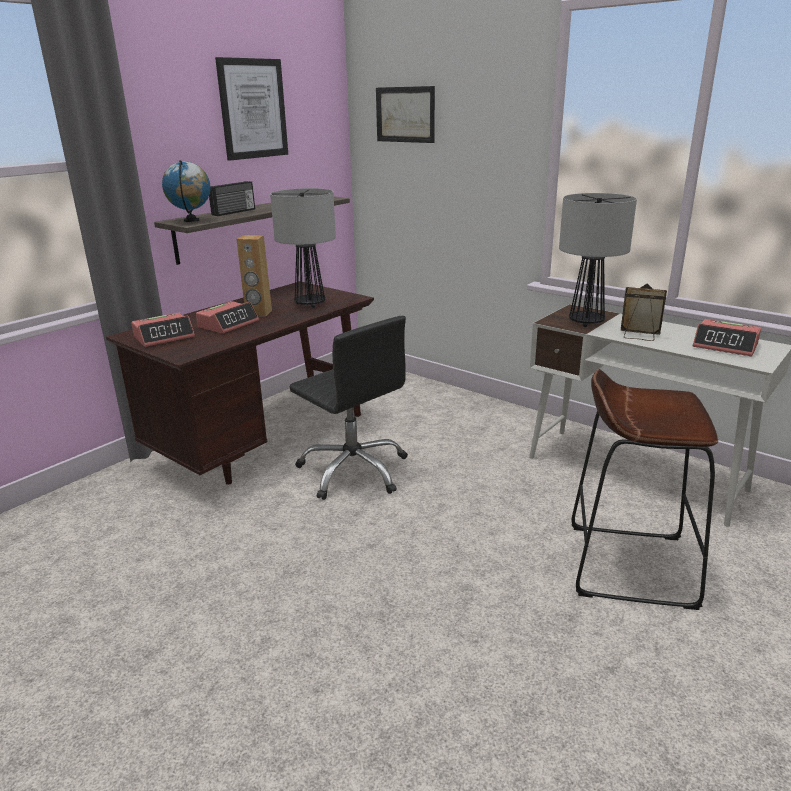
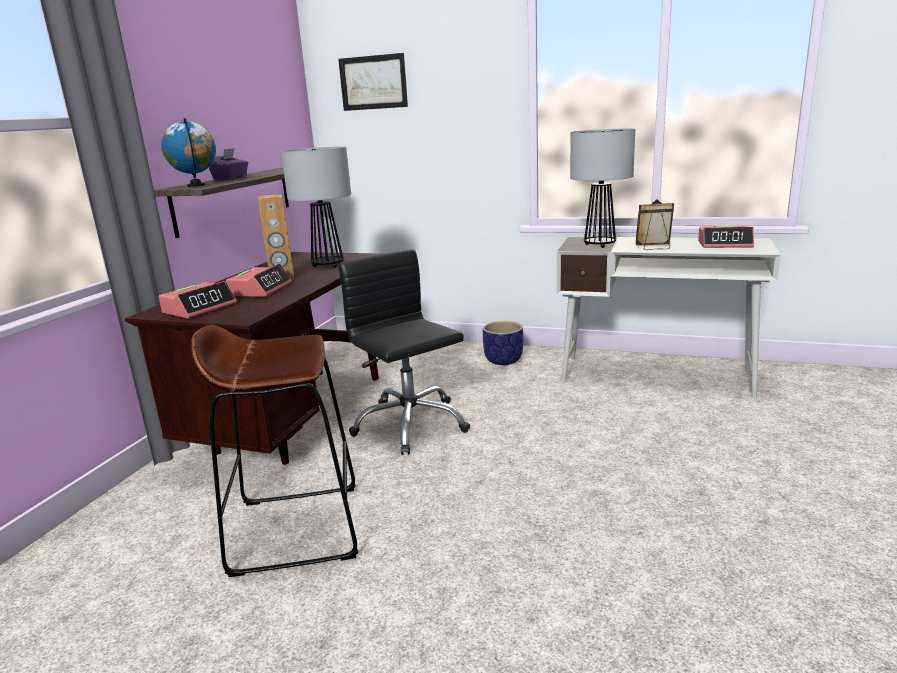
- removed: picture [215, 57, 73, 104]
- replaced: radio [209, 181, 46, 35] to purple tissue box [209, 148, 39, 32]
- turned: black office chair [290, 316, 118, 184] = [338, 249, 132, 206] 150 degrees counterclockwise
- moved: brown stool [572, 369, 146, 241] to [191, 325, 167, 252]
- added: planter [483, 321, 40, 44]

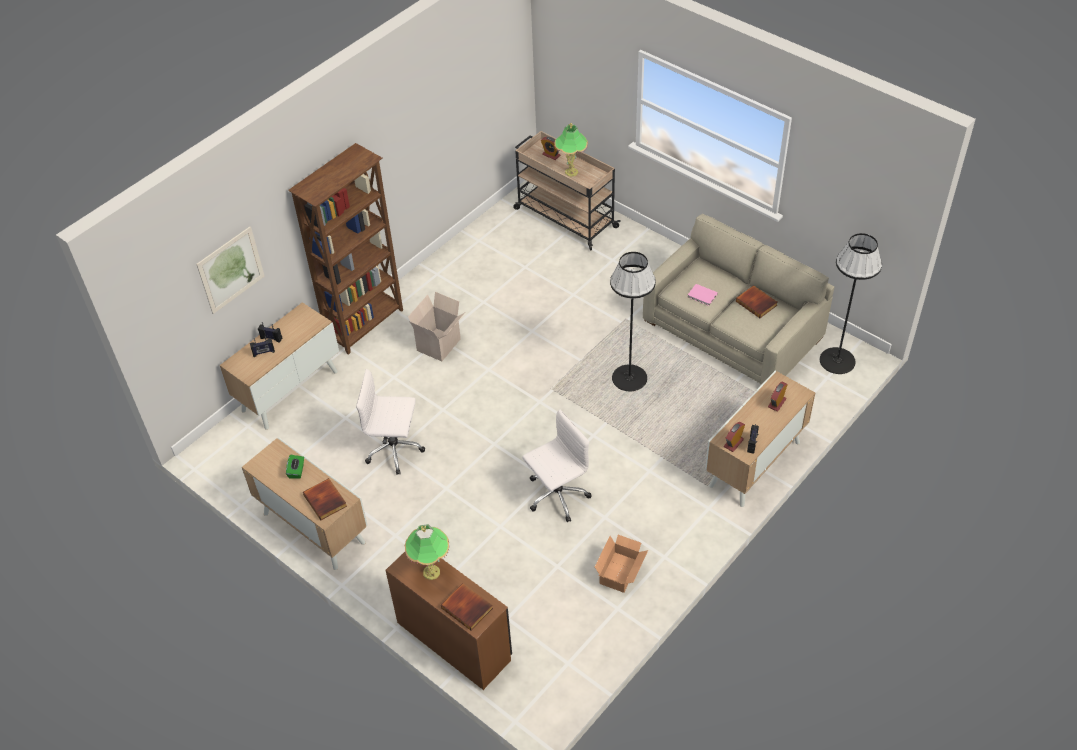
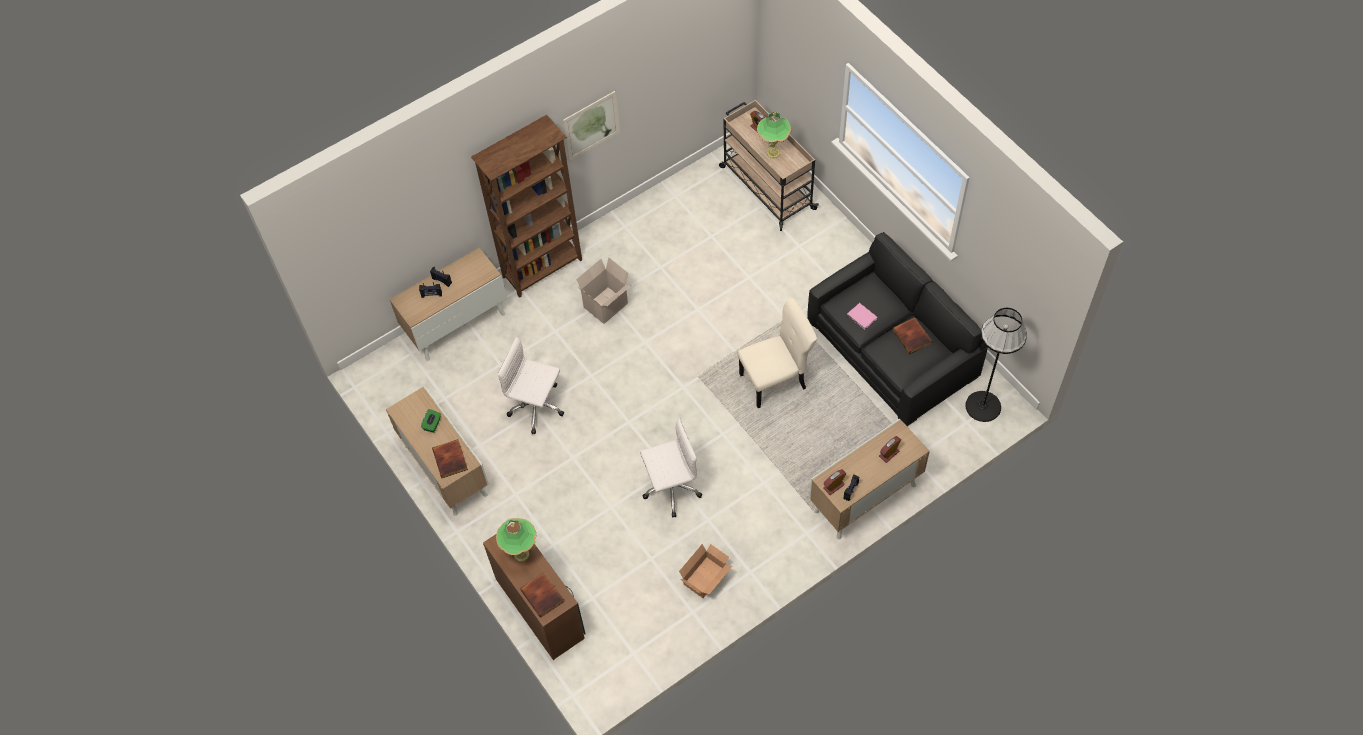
- recoloured: beige sofa [642, 214, 192, 171] to black sofa [807, 232, 181, 194]
- moved: picture [196, 226, 69, 88] to [563, 91, 57, 70]
- replaced: black floor lamp [610, 252, 46, 139] to beige chair [738, 298, 79, 110]

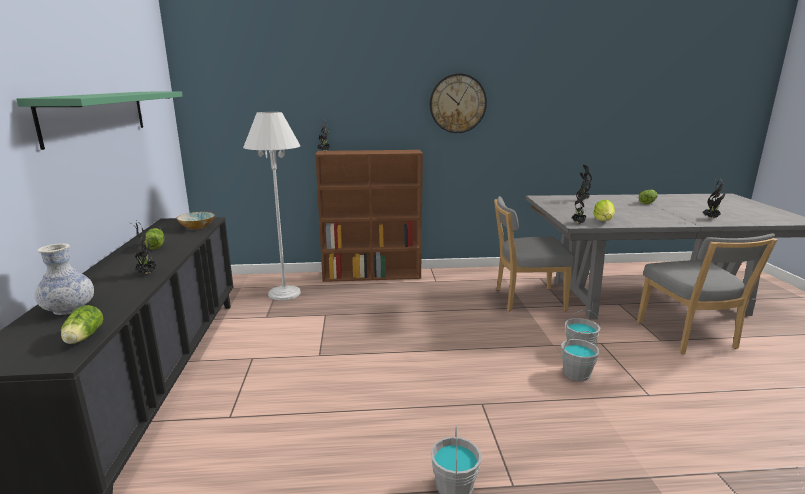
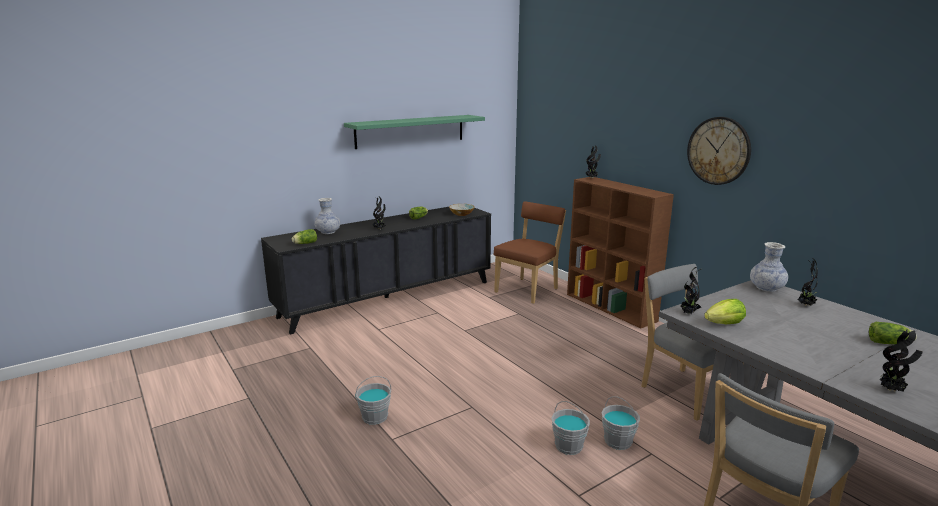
- replaced: white floor lamp [243, 112, 58, 188] to brown chair [493, 201, 73, 103]
- added: vase [750, 242, 38, 50]

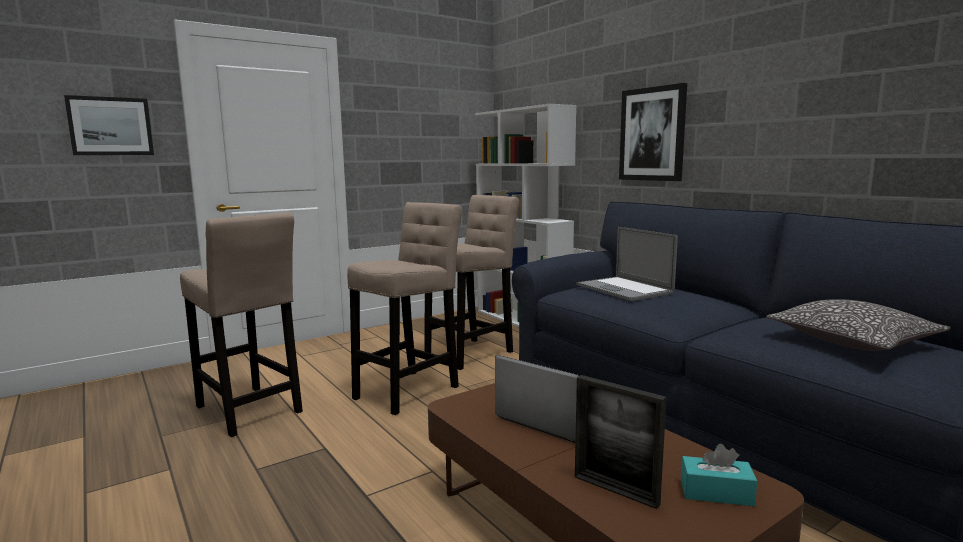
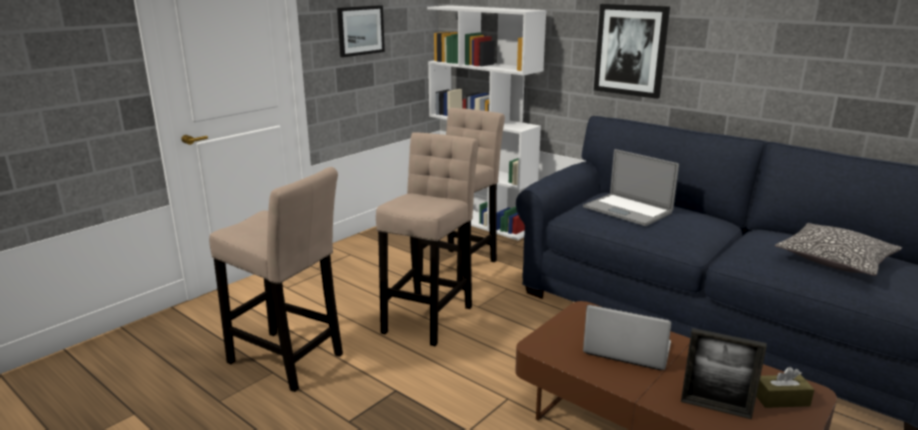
- moved: picture [64, 95, 90, 60] to [337, 5, 48, 52]
- recoloured: turquoise tissue box [681, 444, 76, 62] to brown tissue box [756, 367, 59, 41]

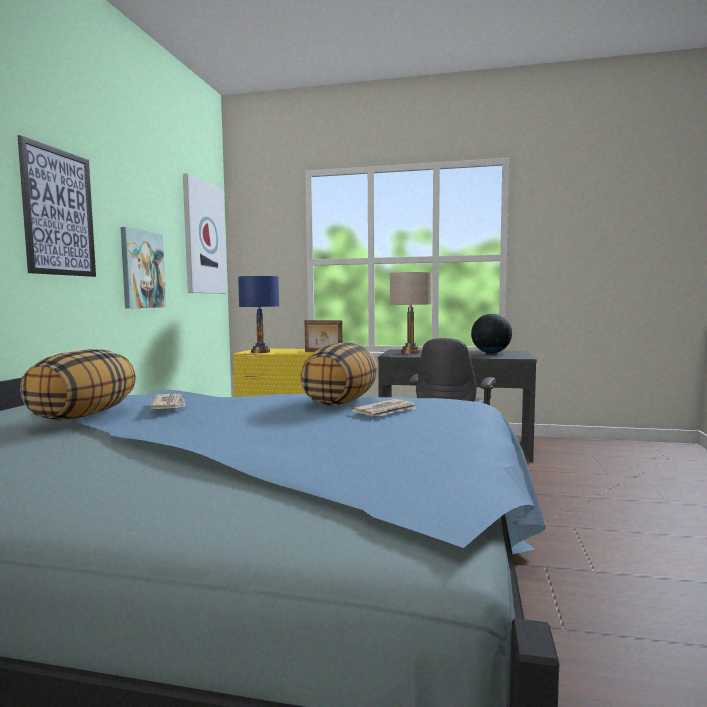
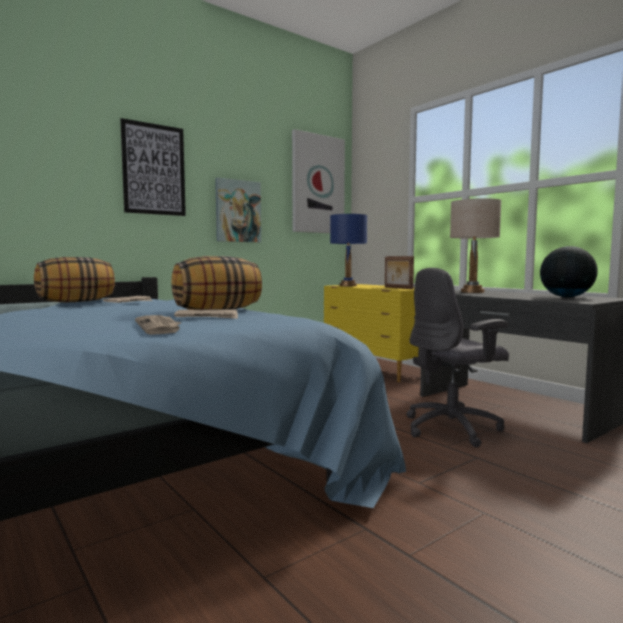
- added: newspaper [135, 315, 47, 20]

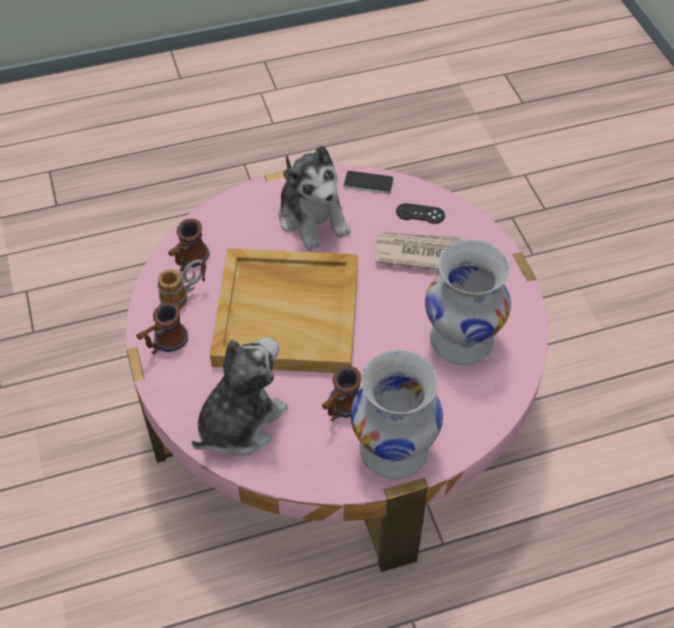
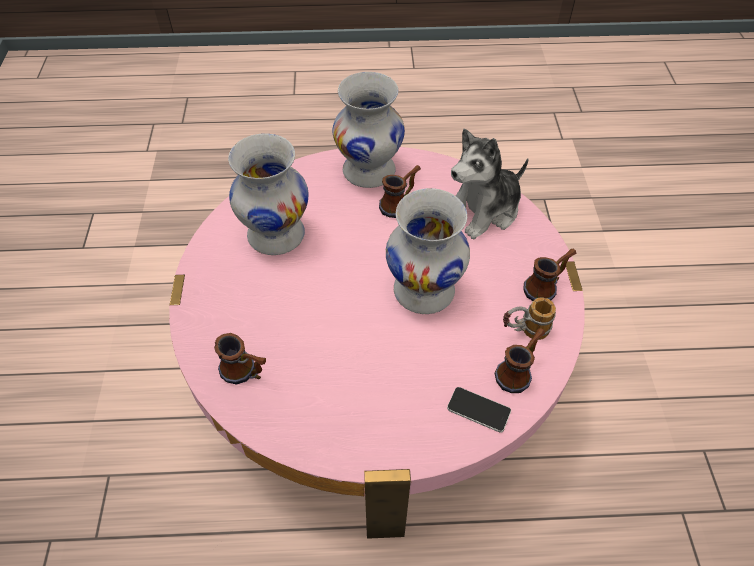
- removed: plush toy [278, 145, 73, 105]
- moved: phone [343, 171, 51, 23] to [447, 387, 64, 46]
- replaced: black game controller [396, 203, 49, 21] to mug [214, 333, 52, 52]
- removed: newspaper [375, 232, 89, 38]
- replaced: beige tray [210, 248, 148, 125] to white vase [386, 188, 84, 126]

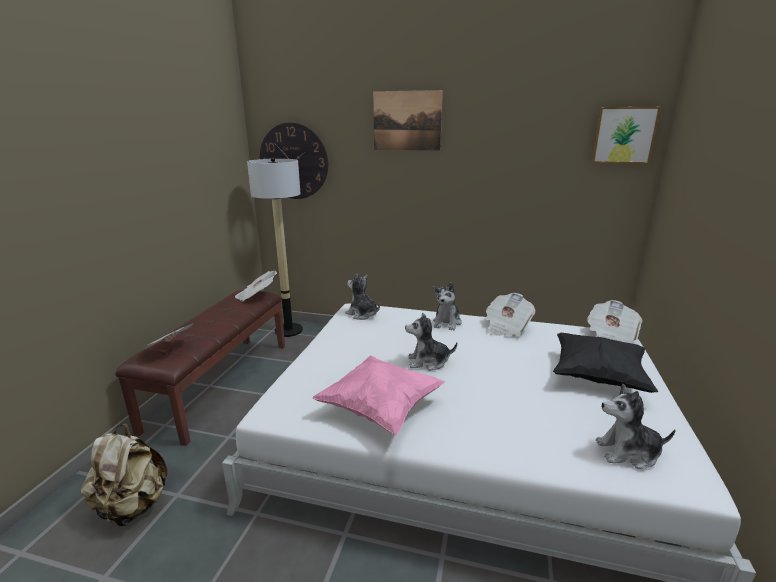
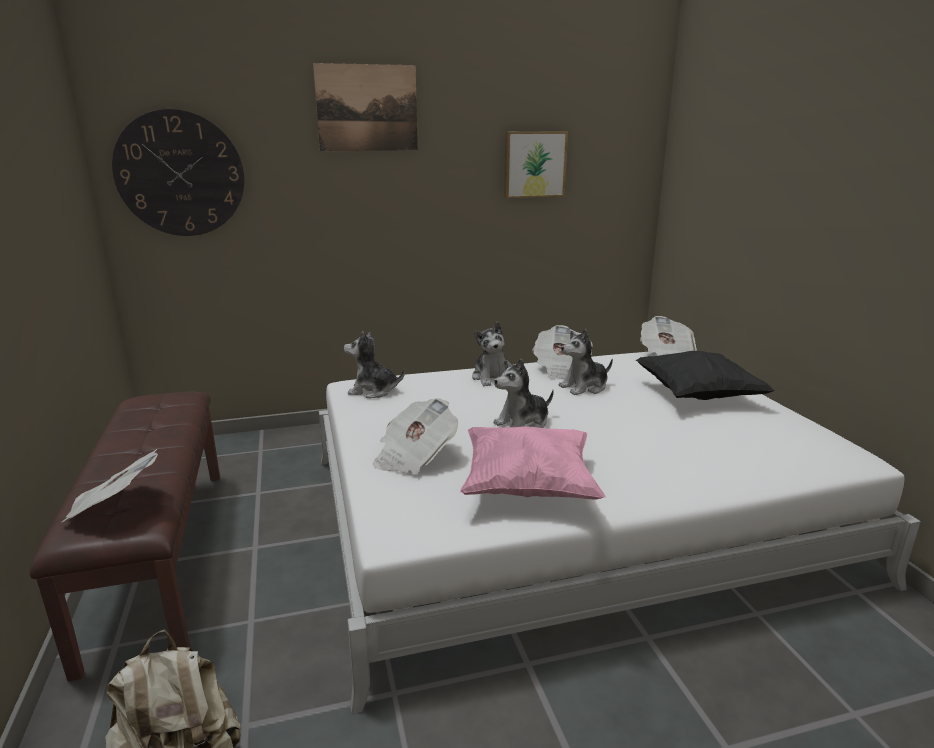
- moved: picture [591, 107, 70, 57] to [504, 131, 64, 67]
- removed: floor lamp [247, 157, 56, 180]
- moved: newspaper [235, 271, 42, 31] to [373, 398, 85, 76]
- moved: plush toy [596, 384, 80, 85] to [559, 329, 54, 66]

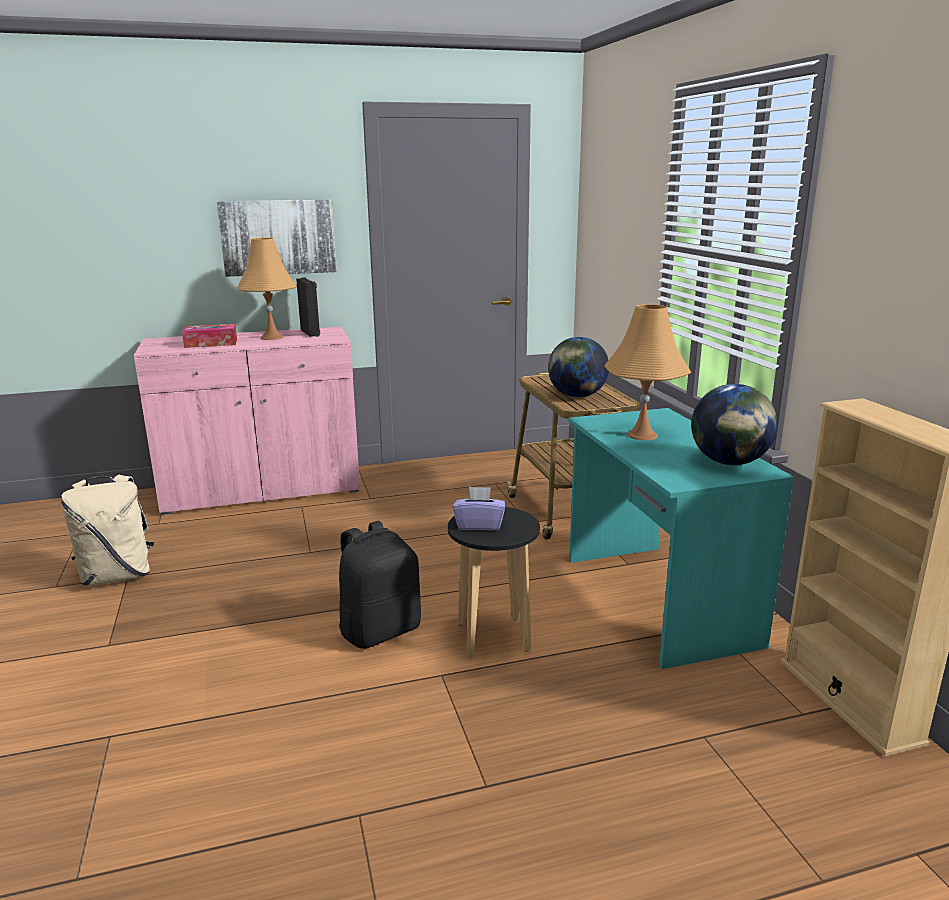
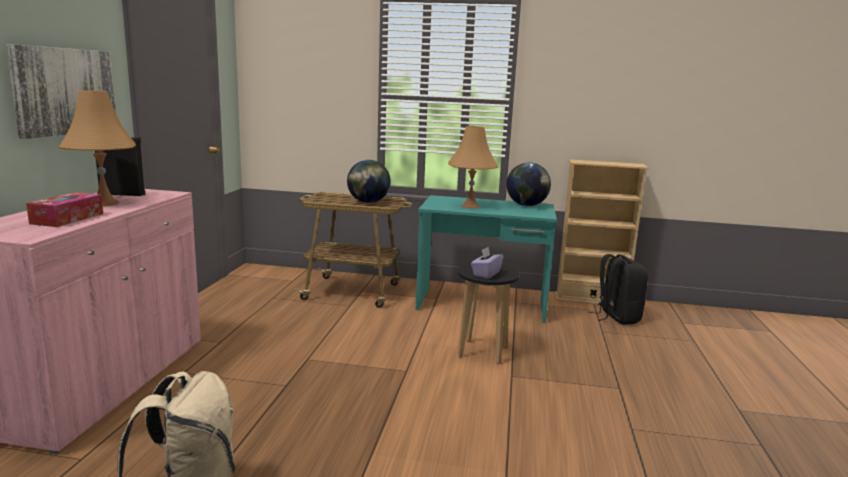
- moved: black backpack [339, 521, 82, 128] to [589, 254, 59, 71]

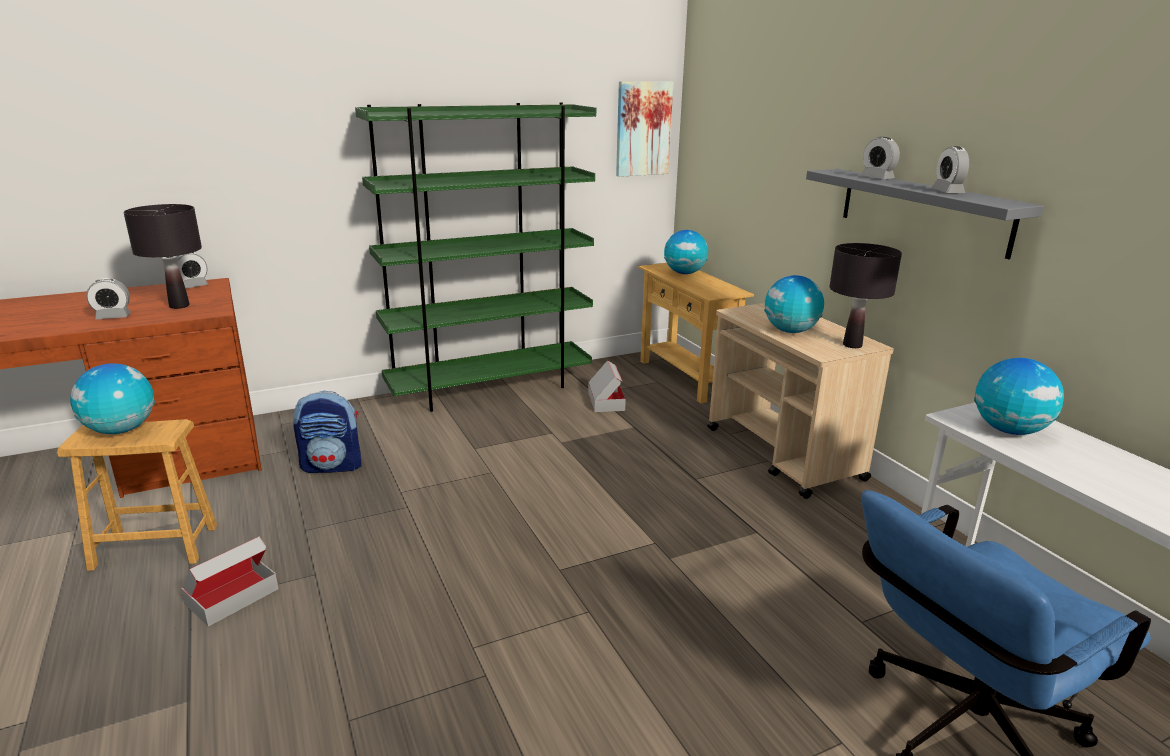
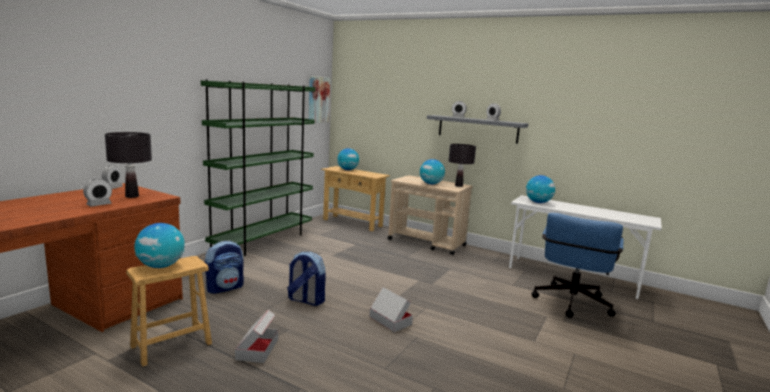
- moved: cardboard box [588, 360, 38, 52] to [369, 287, 44, 45]
- added: backpack [287, 252, 39, 54]

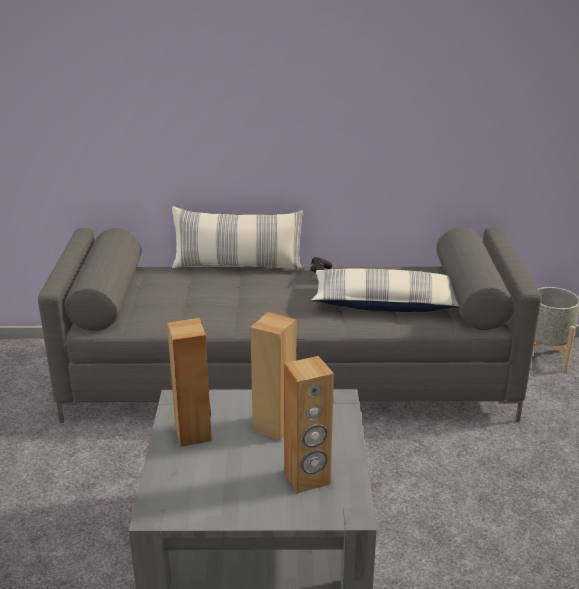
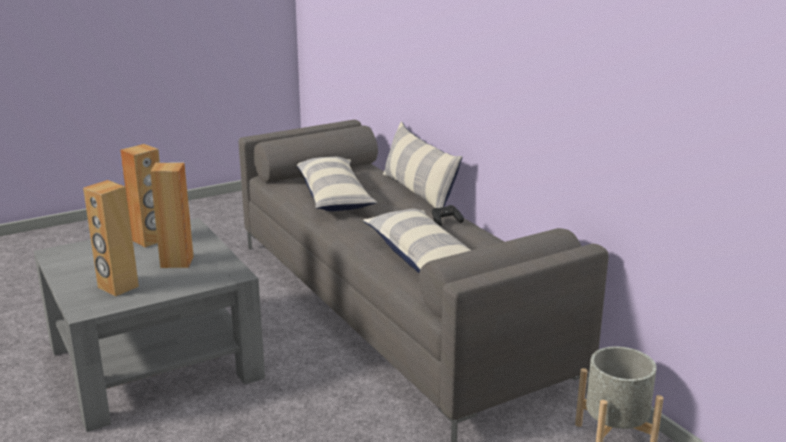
- added: pillow [297, 157, 80, 54]

